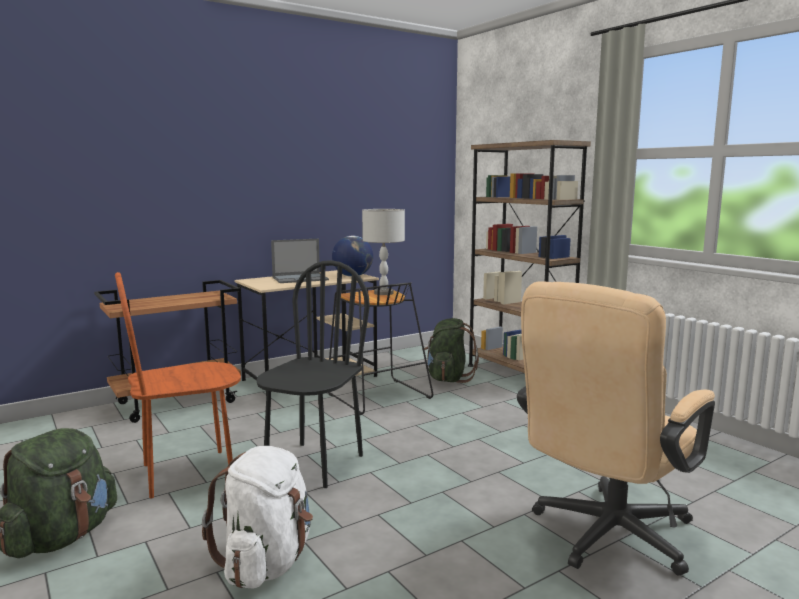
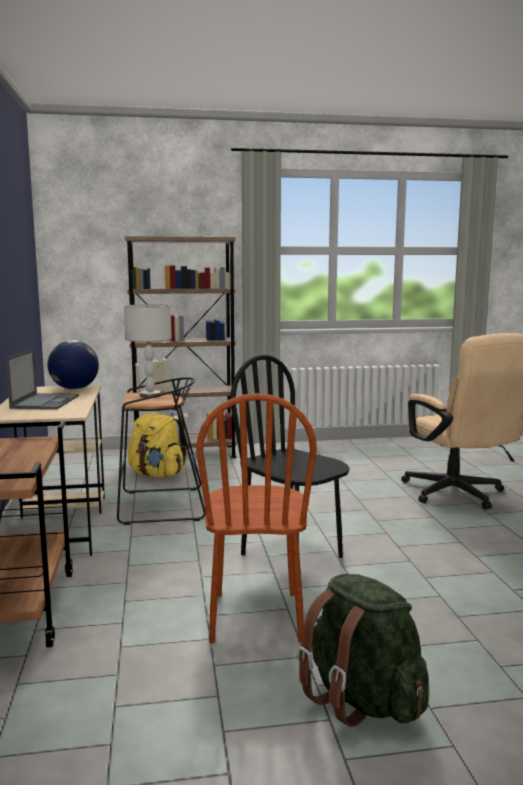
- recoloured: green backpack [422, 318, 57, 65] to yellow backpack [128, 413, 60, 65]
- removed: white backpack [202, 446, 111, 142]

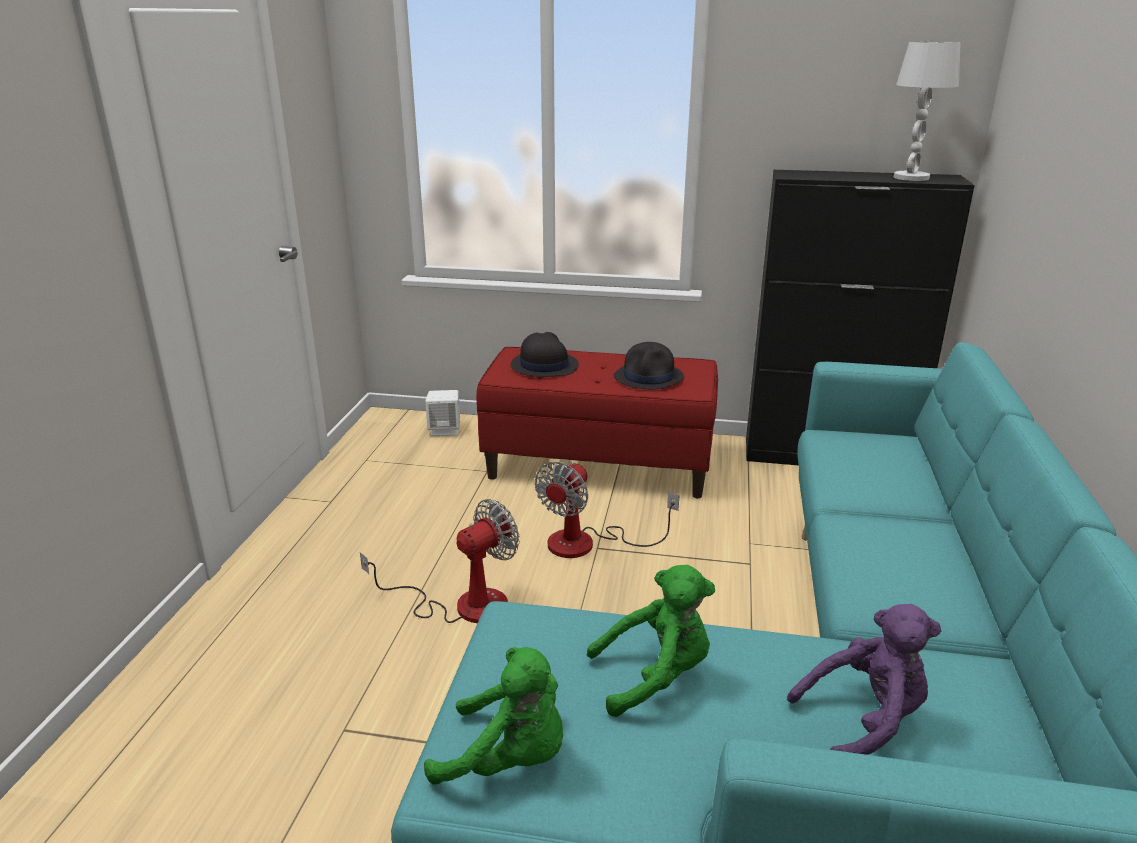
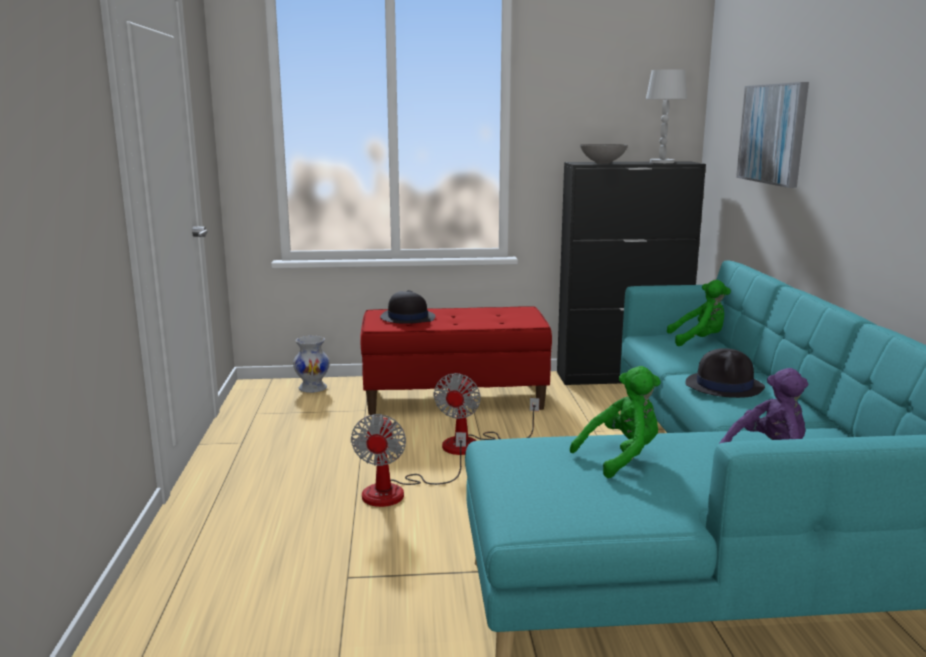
- moved: black hat [614, 342, 70, 47] to [685, 348, 80, 50]
- replaced: white speaker [425, 390, 35, 46] to white vase [293, 336, 37, 57]
- turned: fan [360, 499, 160, 124] = [351, 414, 115, 93] 150 degrees clockwise
- moved: green plush toy [424, 647, 139, 138] to [667, 280, 64, 66]
- added: picture [736, 82, 73, 106]
- added: grey bowl [580, 144, 48, 20]

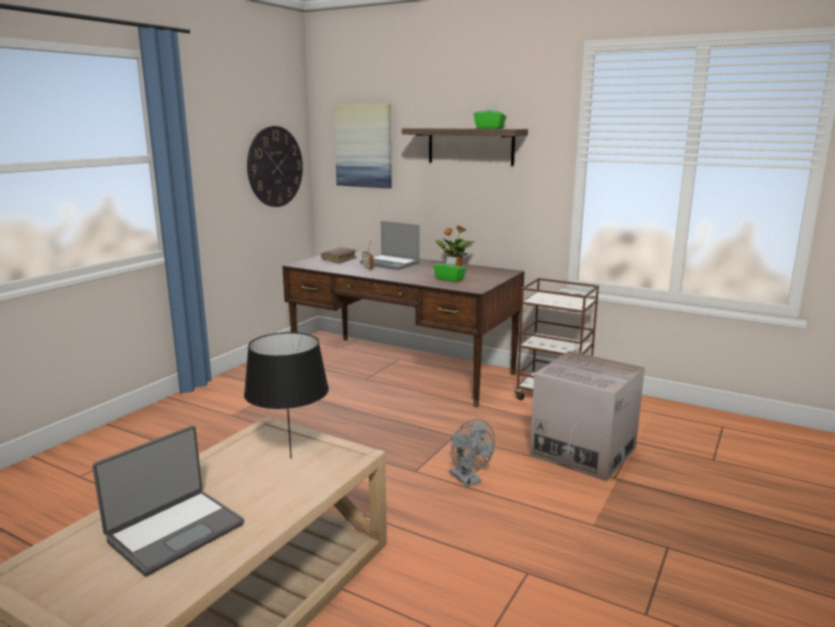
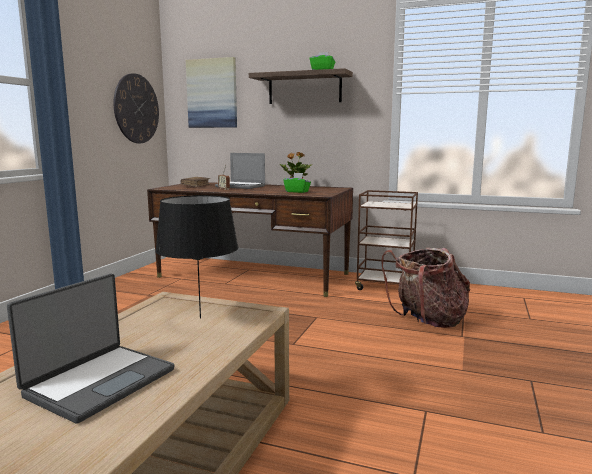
- replaced: cardboard box [530, 351, 115, 131] to backpack [381, 248, 89, 80]
- removed: grey fan [449, 419, 46, 68]

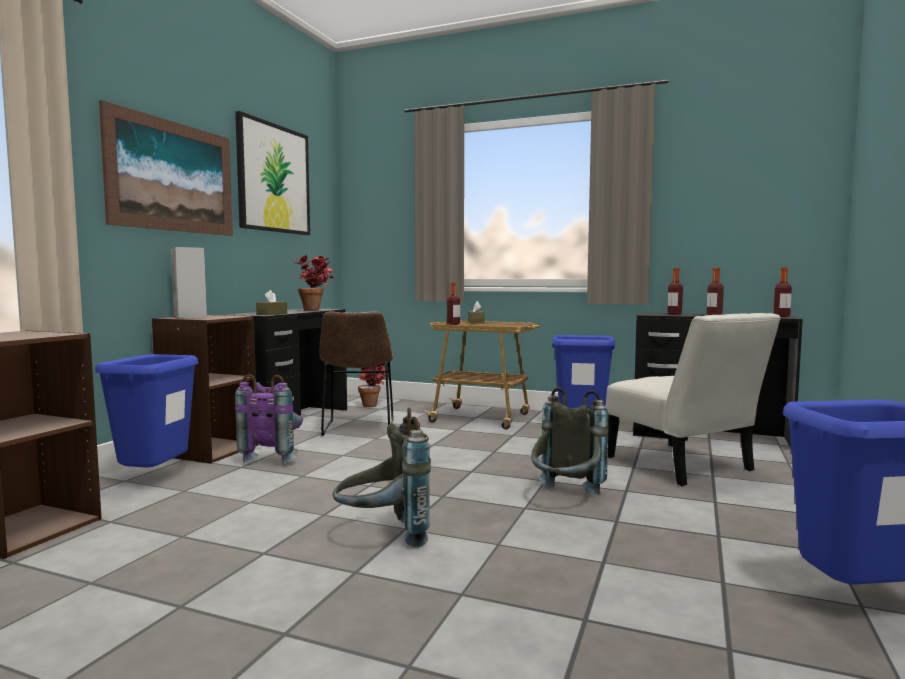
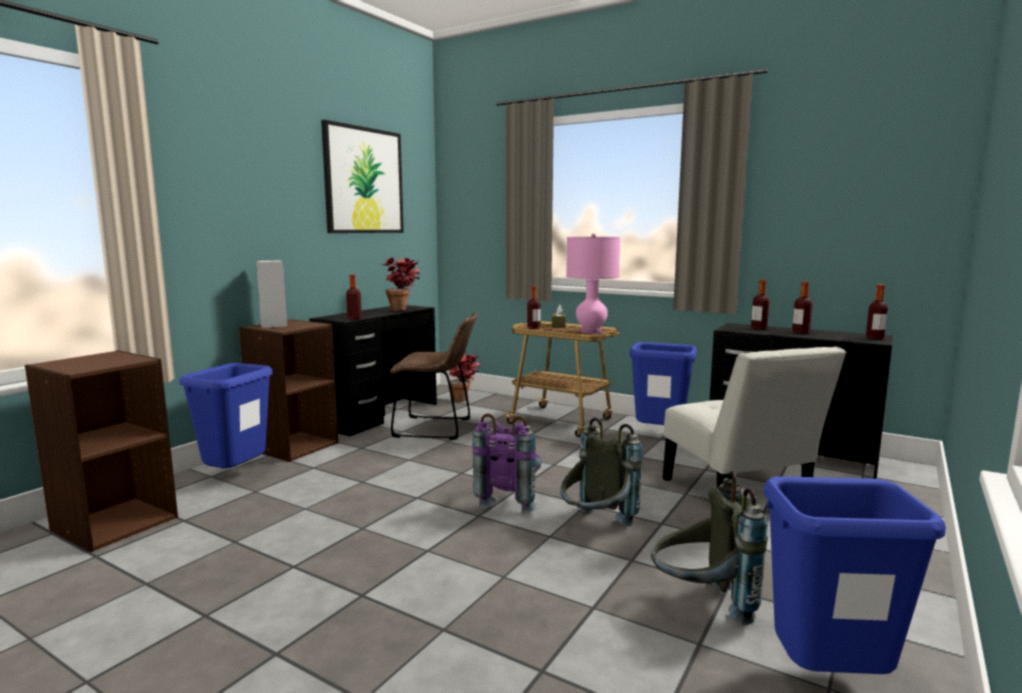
- removed: picture [99, 100, 134, 136]
- replaced: brown tissue box [256, 290, 31, 25] to bottle [346, 274, 16, 45]
- turned: brown chair [319, 311, 75, 125] = [390, 312, 87, 128] 90 degrees counterclockwise
- moved: purple backpack [235, 374, 68, 90] to [472, 413, 70, 101]
- moved: grey backpack [332, 408, 99, 139] to [651, 471, 117, 154]
- added: pink table lamp [566, 233, 54, 101]

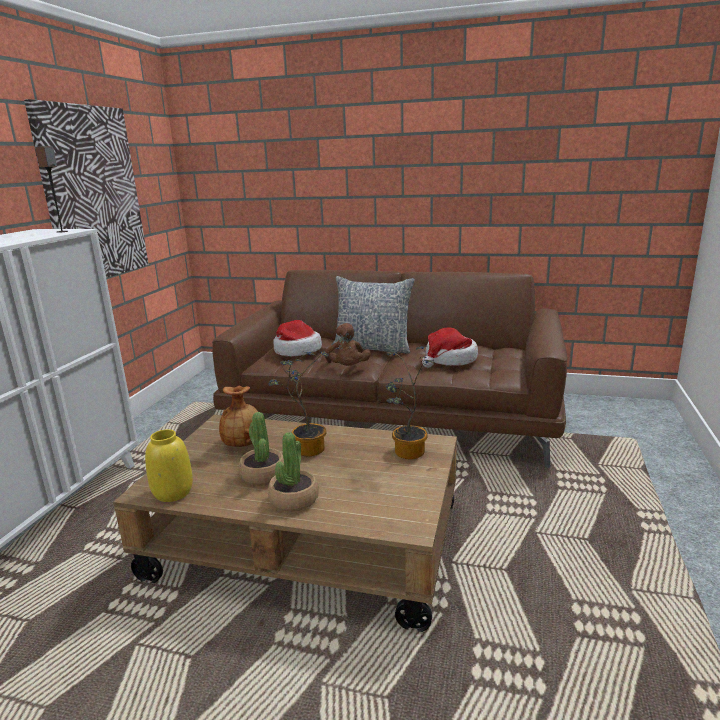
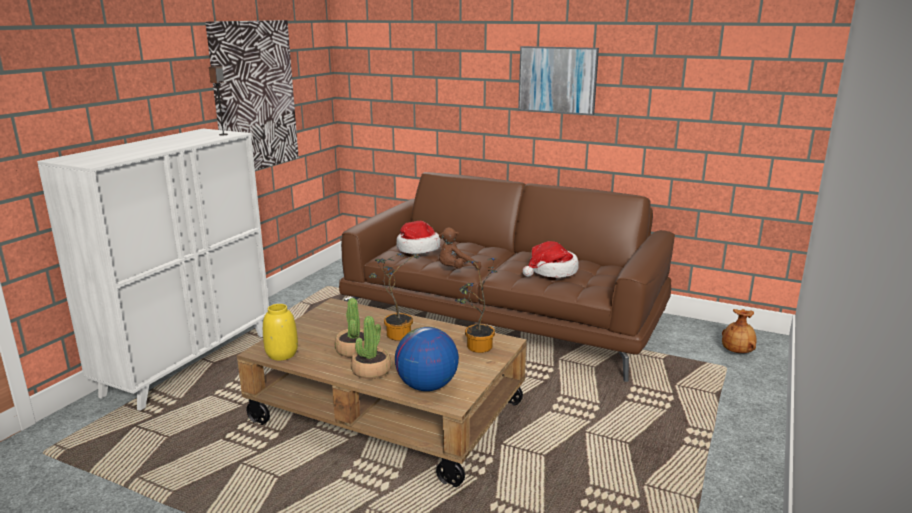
- removed: pillow [331, 276, 84, 78]
- turned: brown plush toy [325, 323, 46, 43] = [439, 227, 42, 43] 60 degrees clockwise
- moved: brown vase [219, 386, 39, 61] to [722, 309, 35, 44]
- added: picture [518, 46, 81, 69]
- added: globe [395, 327, 64, 64]

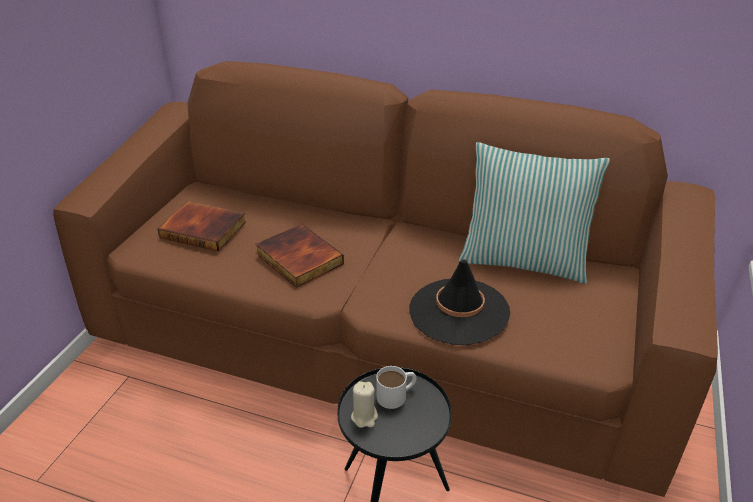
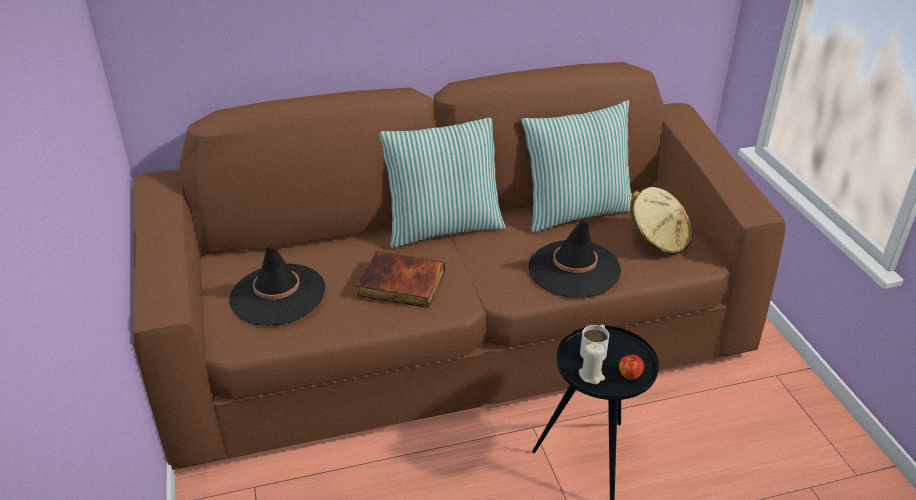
- replaced: book [157, 201, 89, 50] to black hat [229, 244, 96, 82]
- added: pillow [380, 118, 126, 130]
- added: beige hat [630, 187, 62, 68]
- added: apple [619, 354, 25, 26]

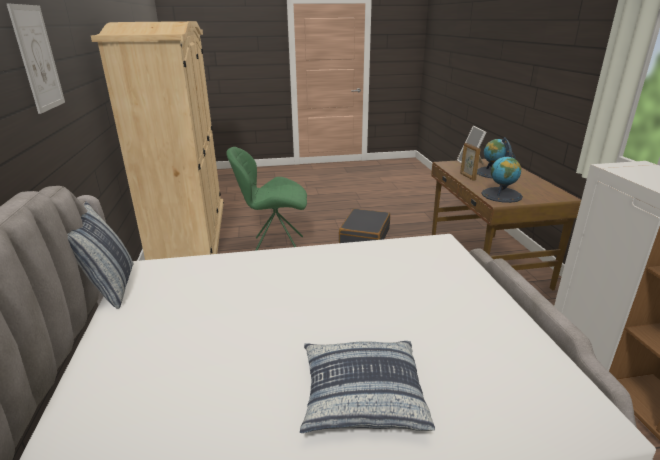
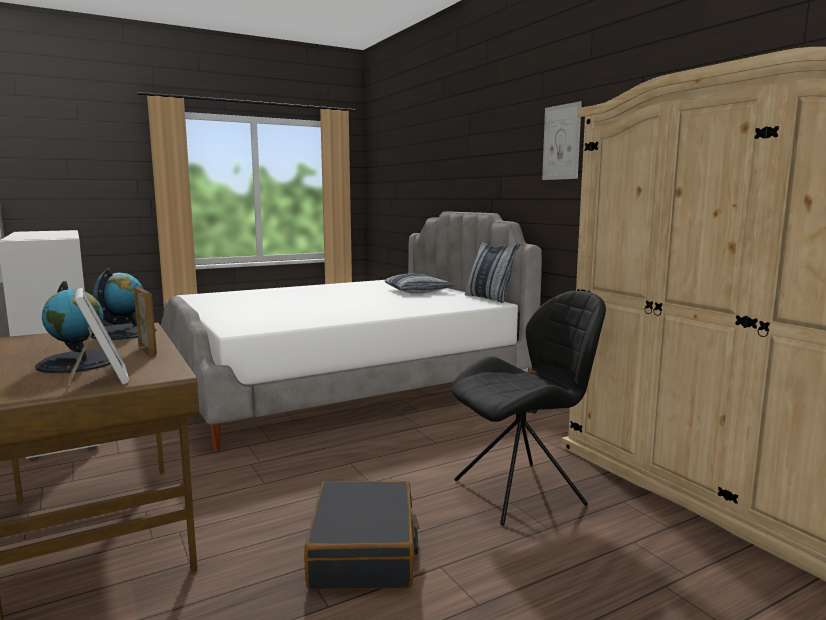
- recoloured: green chair [226, 147, 81, 104] to black chair [451, 291, 155, 234]
- moved: pillow [300, 341, 135, 92] to [385, 274, 70, 19]

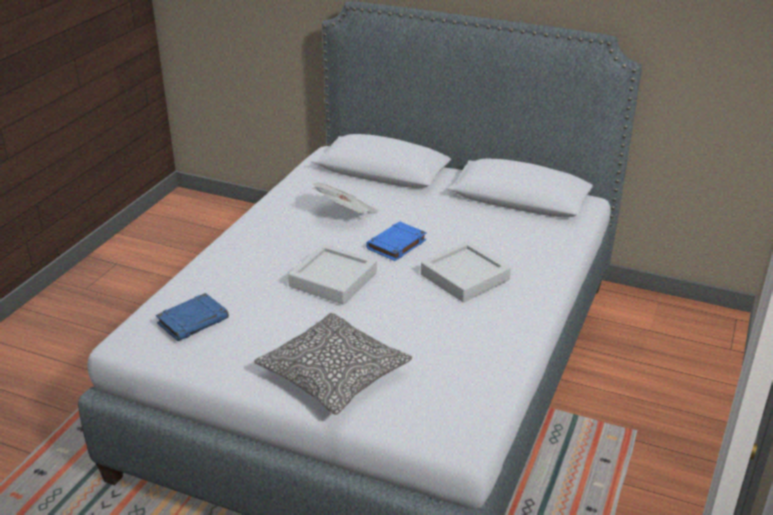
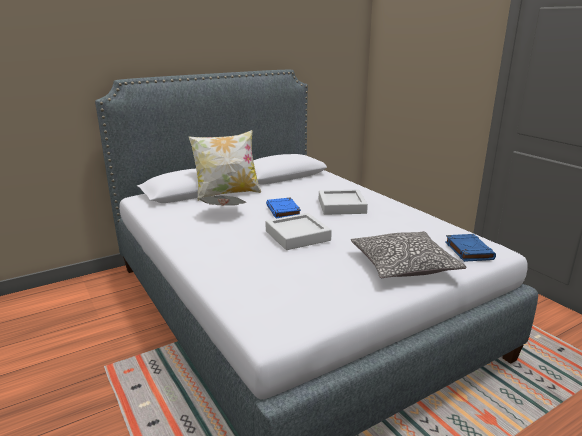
- moved: blue book [156, 293, 73, 48] to [445, 234, 51, 28]
- added: pillow [189, 130, 72, 71]

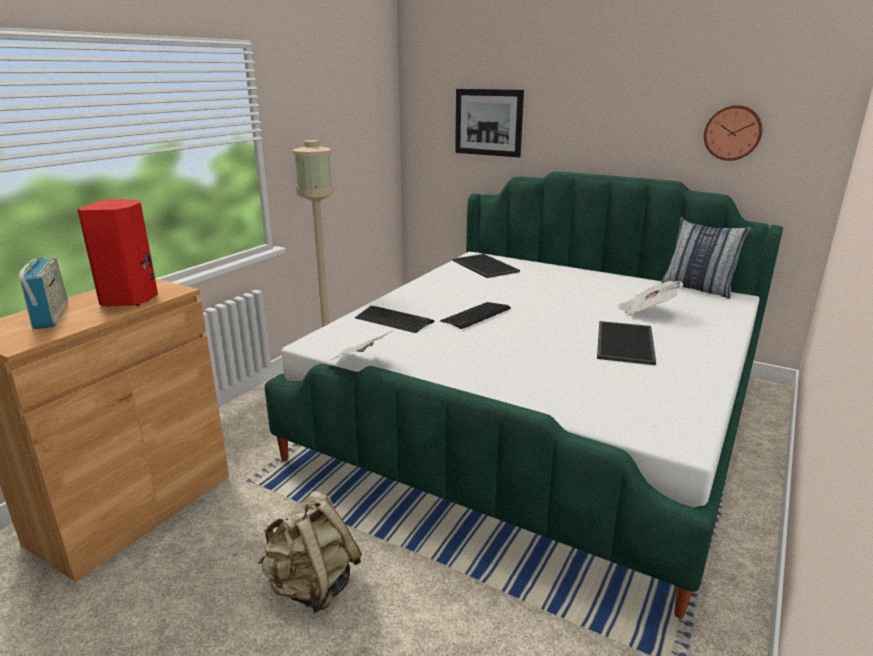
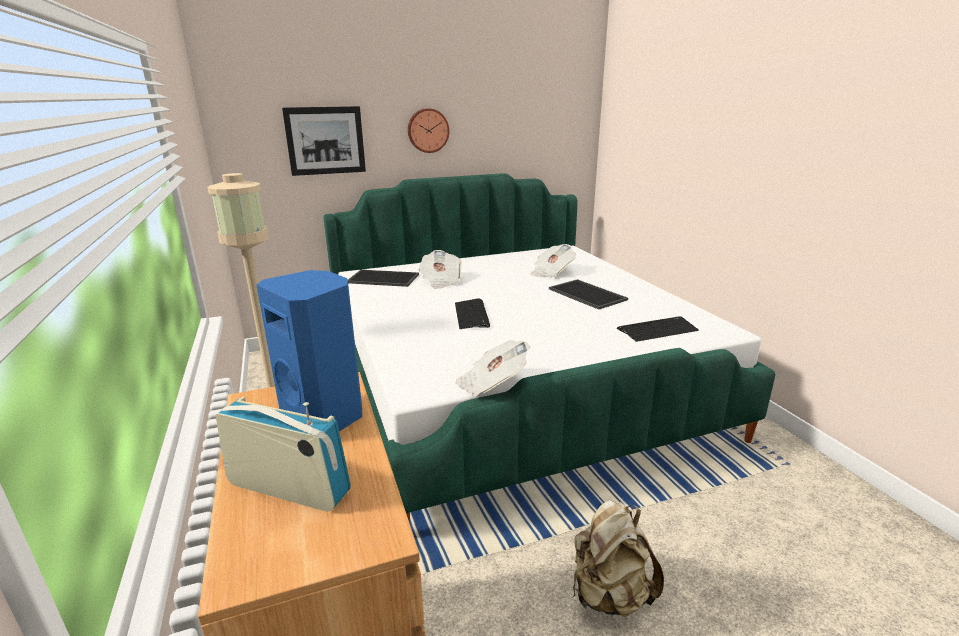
- moved: wall clock [704, 105, 59, 56] to [408, 108, 41, 45]
- recoloured: red speaker [77, 199, 81, 108] to blue speaker [256, 270, 106, 161]
- removed: pillow [661, 217, 90, 82]
- moved: keyboard [355, 306, 79, 27] to [617, 317, 82, 25]
- added: newspaper [419, 250, 43, 39]

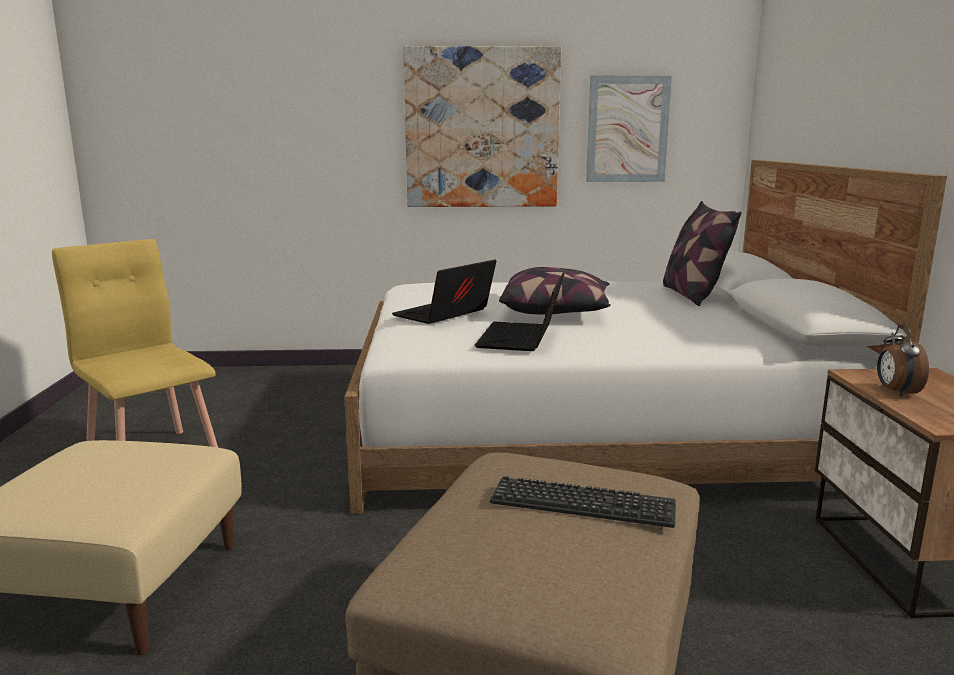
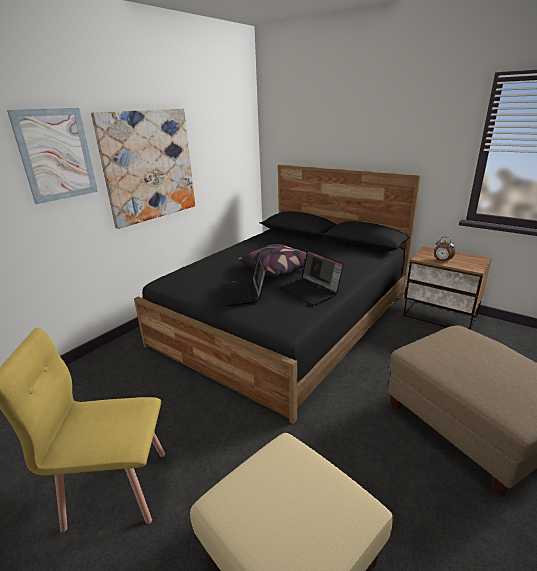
- moved: picture [586, 76, 86, 106] to [7, 108, 91, 96]
- recoloured: white bed [344, 160, 603, 354] to black bed [134, 164, 287, 260]
- removed: pillow [663, 201, 79, 105]
- removed: keyboard [490, 476, 186, 52]

